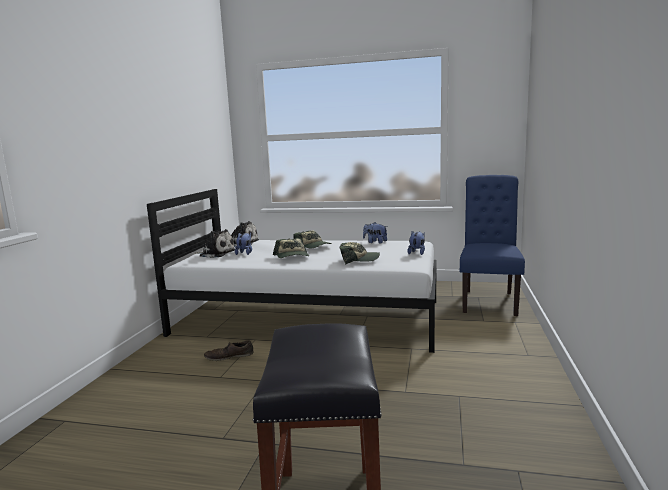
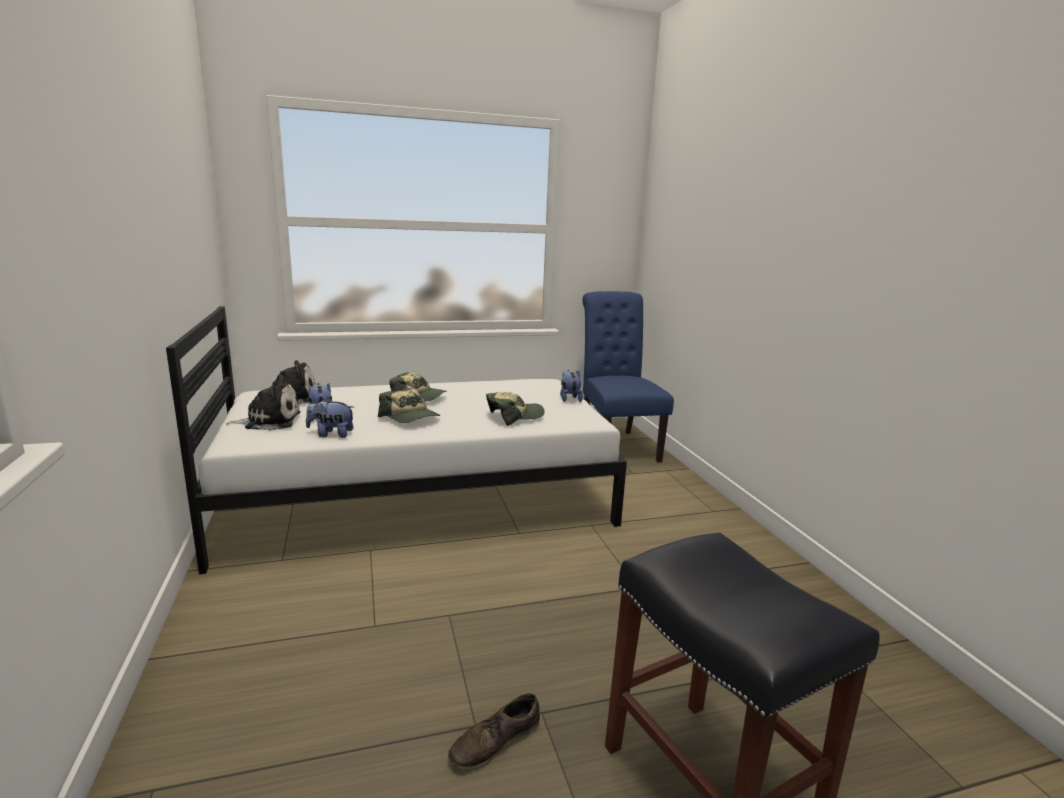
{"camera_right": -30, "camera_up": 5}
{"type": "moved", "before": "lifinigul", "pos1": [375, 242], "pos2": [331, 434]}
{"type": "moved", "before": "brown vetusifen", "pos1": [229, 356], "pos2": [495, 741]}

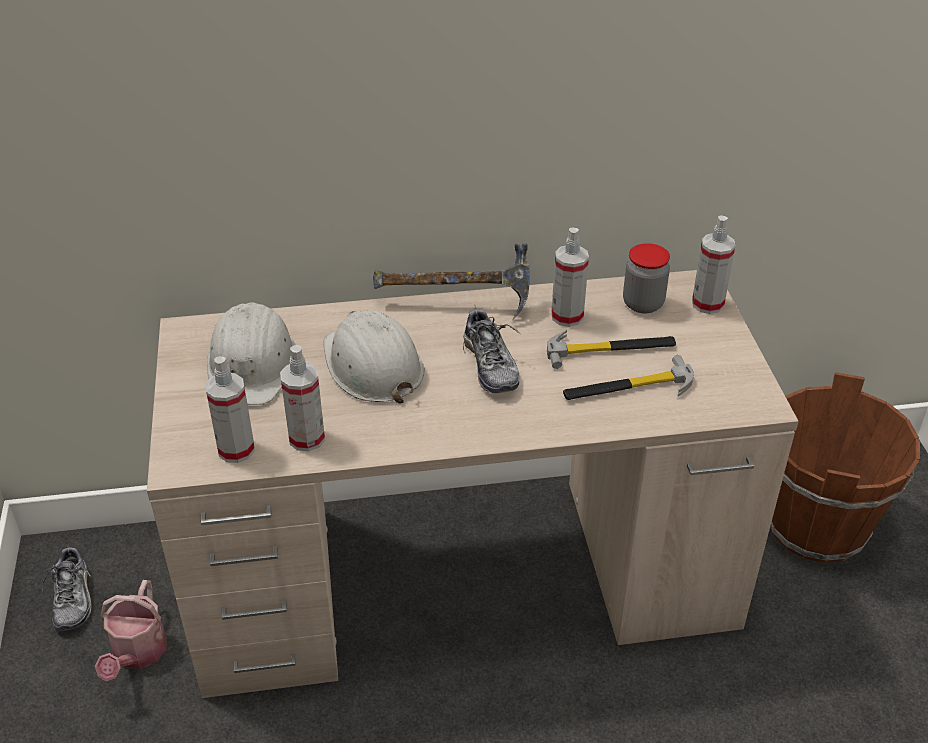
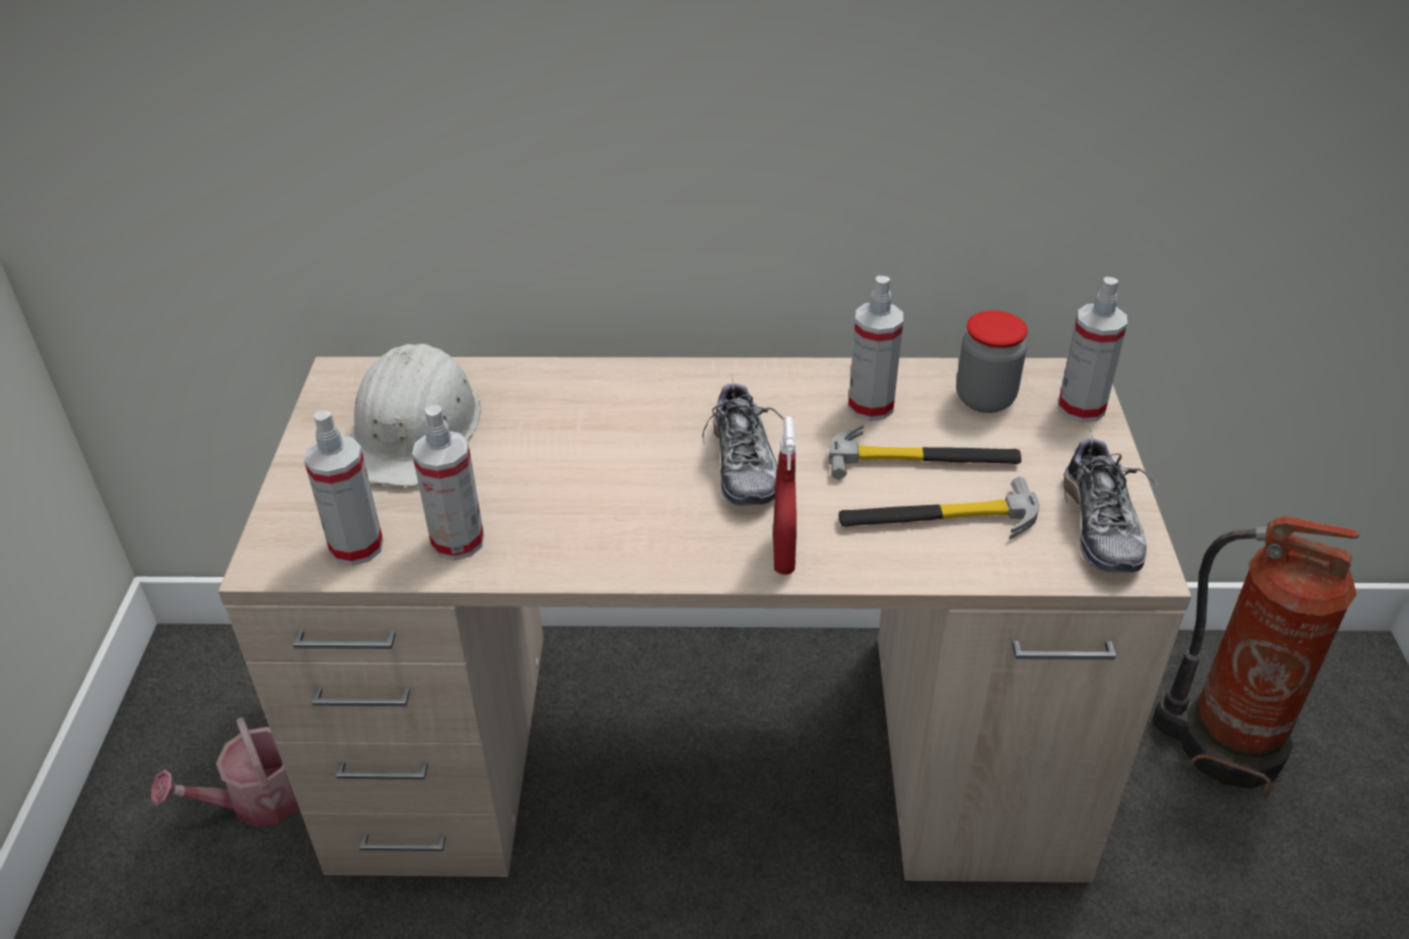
{"camera_right": 10, "camera_up": 0}
{"type": "removed", "before": "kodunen", "pos1": [457, 306]}
{"type": "removed", "before": "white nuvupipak", "pos1": [372, 366]}
{"type": "replaced", "before": "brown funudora", "after": "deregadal", "pos1": [817, 526], "pos2": [1224, 743]}
{"type": "moved", "before": "vetusifen", "pos1": [73, 598], "pos2": [1100, 526]}
{"type": "turned", "before": "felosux", "pos1": [137, 654], "pos2": [257, 801], "turn": 45}
{"type": "added", "after": "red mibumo", "pos2": [783, 555]}

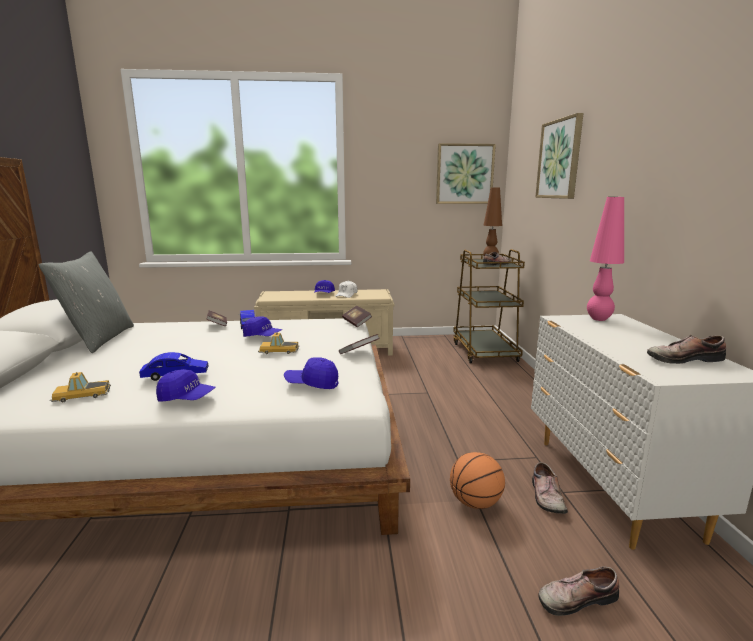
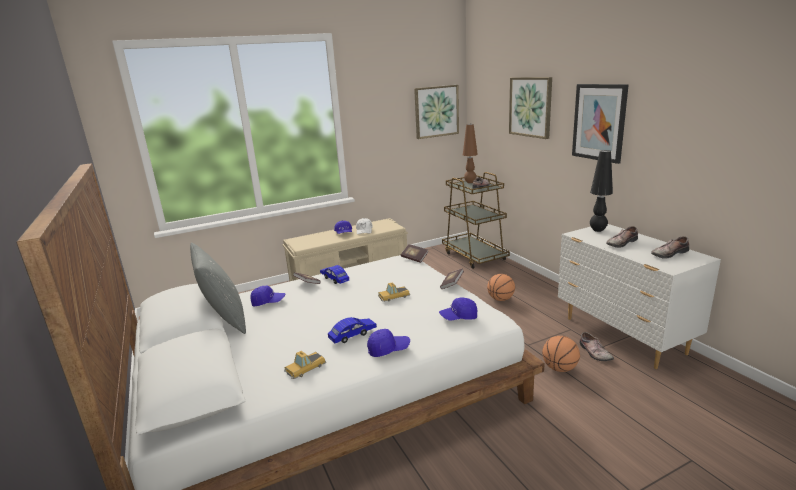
{"camera_right": -20, "camera_up": 5}
{"type": "recoloured", "before": "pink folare", "after": "black folare", "pos1": [599, 319], "pos2": [598, 230]}
{"type": "moved", "before": "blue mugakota", "pos1": [262, 336], "pos2": [268, 302]}
{"type": "moved", "before": "vetusifen", "pos1": [575, 597], "pos2": [620, 243]}
{"type": "added", "after": "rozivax", "pos2": [599, 122]}
{"type": "added", "after": "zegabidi", "pos2": [500, 299]}

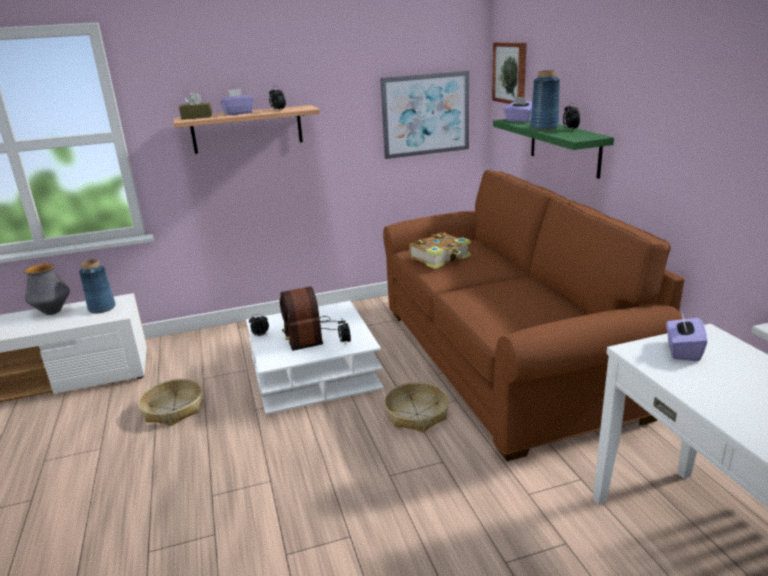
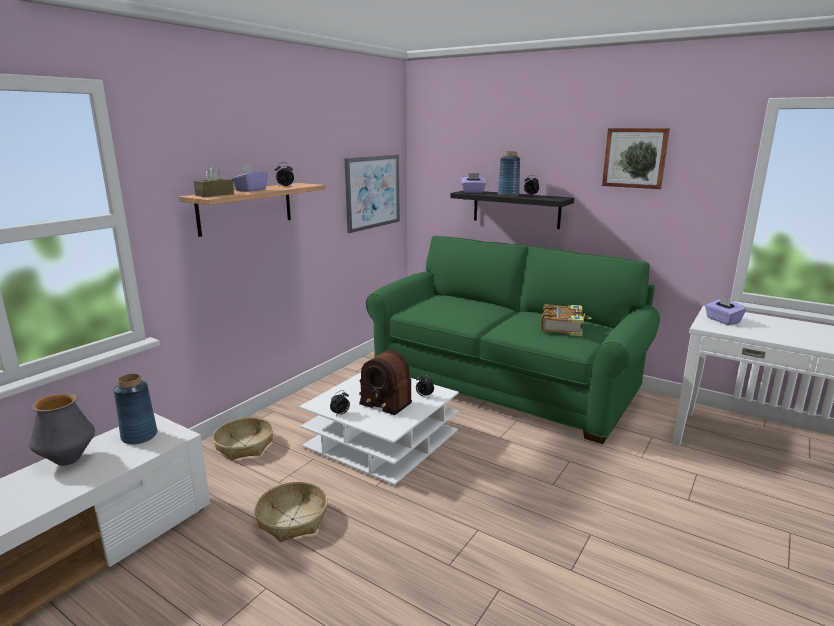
{"camera_right": -40, "camera_up": -5}
{"type": "moved", "before": "rozivax", "pos1": [510, 73], "pos2": [635, 158]}
{"type": "recoloured", "before": "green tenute", "after": "black tenute", "pos1": [564, 146], "pos2": [516, 209]}
{"type": "recoloured", "before": "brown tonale", "after": "green tonale", "pos1": [502, 359], "pos2": [504, 384]}
{"type": "moved", "before": "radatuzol", "pos1": [440, 258], "pos2": [562, 327]}
{"type": "moved", "before": "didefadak", "pos1": [416, 414], "pos2": [244, 445]}

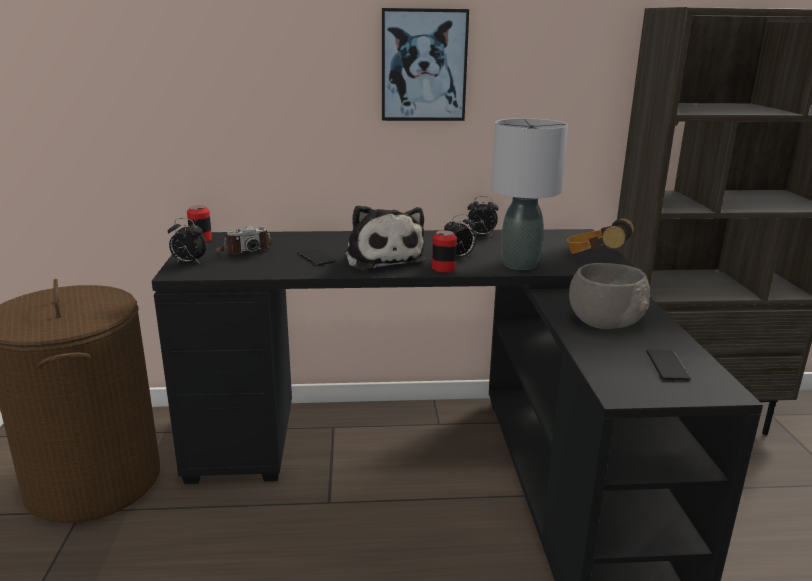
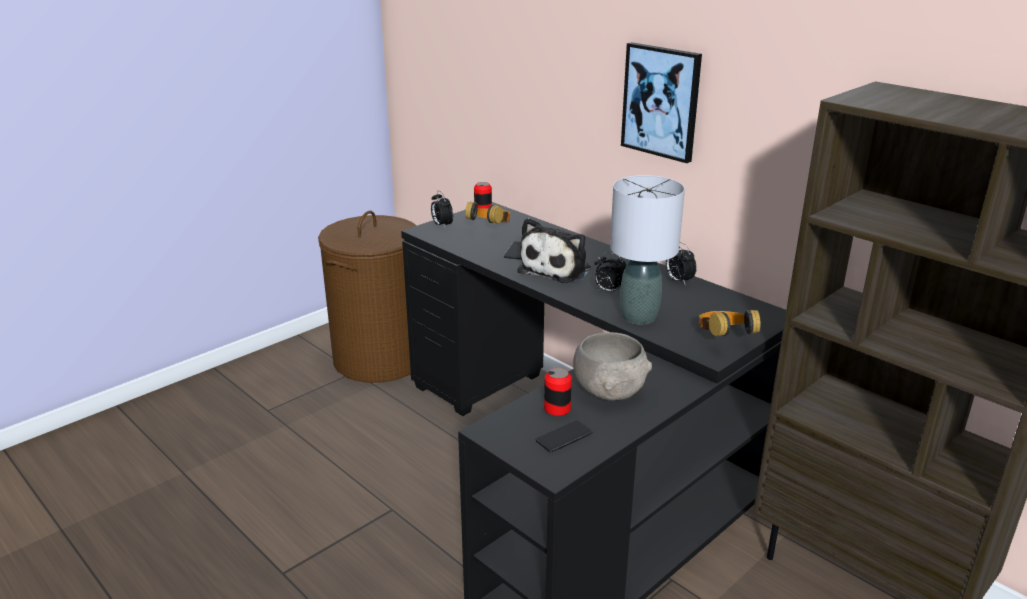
{"camera_right": 50, "camera_up": 5}
{"type": "replaced", "before": "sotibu", "after": "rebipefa", "pos1": [244, 250], "pos2": [490, 228]}
{"type": "moved", "before": "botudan", "pos1": [443, 269], "pos2": [557, 409]}

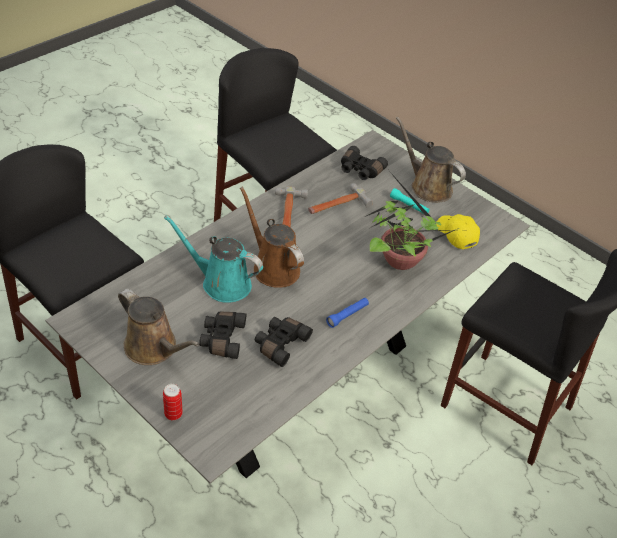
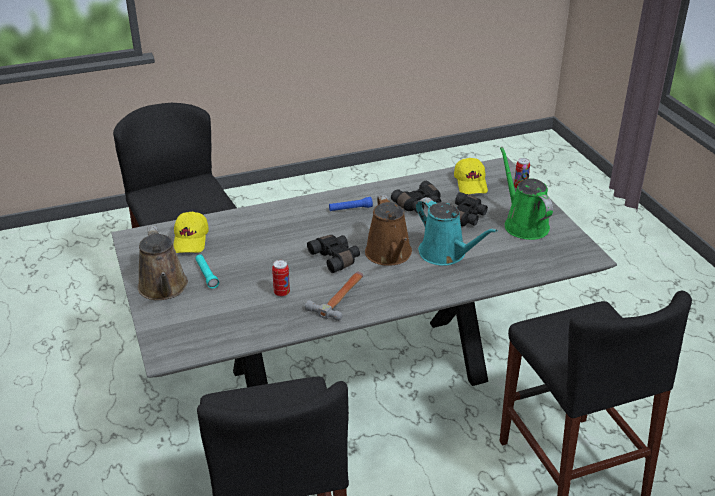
{"camera_right": -150, "camera_up": -10}
{"type": "moved", "before": "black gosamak", "pos1": [360, 170], "pos2": [336, 258]}
{"type": "removed", "before": "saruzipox", "pos1": [399, 259]}
{"type": "replaced", "before": "kodunen", "after": "botudan", "pos1": [337, 205], "pos2": [282, 293]}
{"type": "recoloured", "before": "brown felosux", "after": "green felosux", "pos1": [154, 348], "pos2": [523, 224]}
{"type": "added", "after": "yellow mugakota", "pos2": [471, 184]}

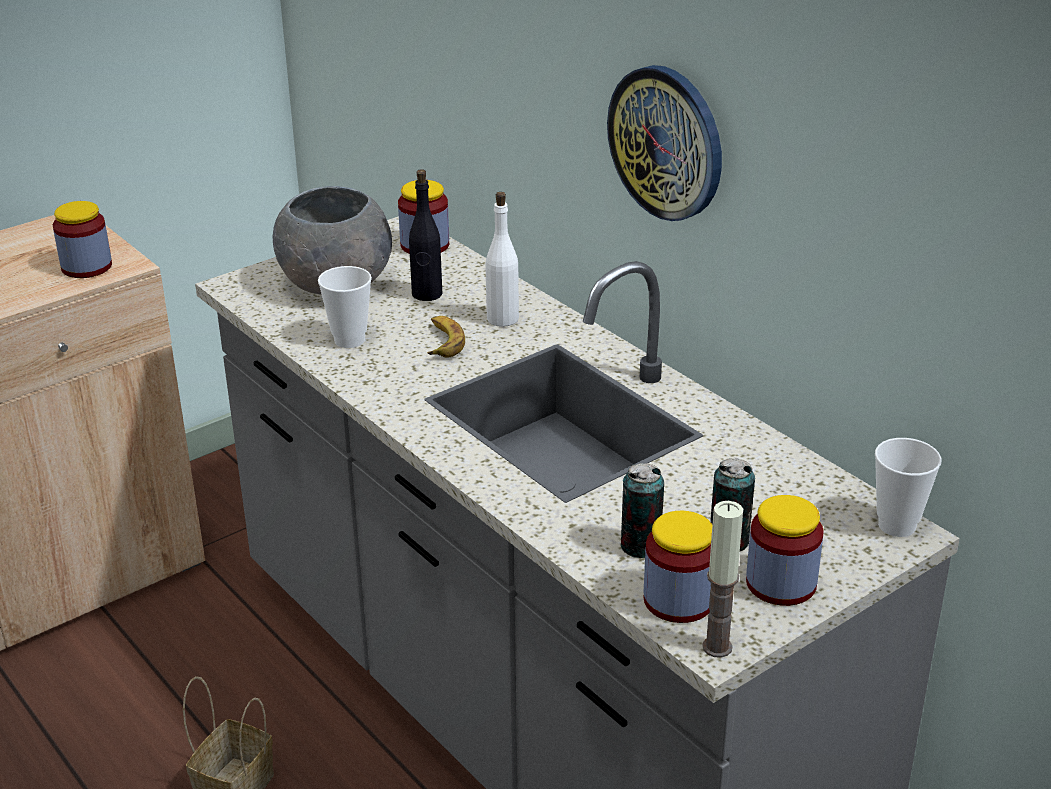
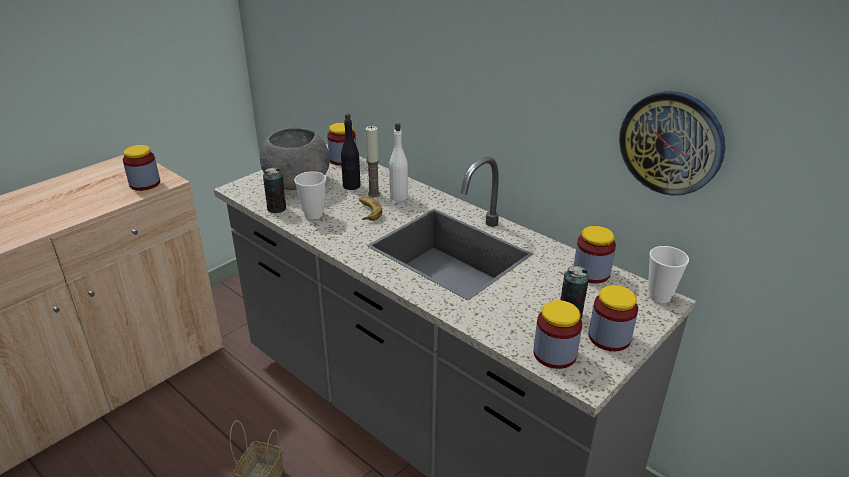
{"camera_right": -10, "camera_up": 0}
{"type": "moved", "before": "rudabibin", "pos1": [667, 142], "pos2": [671, 143]}
{"type": "moved", "before": "botudan", "pos1": [640, 546], "pos2": [276, 209]}
{"type": "moved", "before": "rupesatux", "pos1": [717, 647], "pos2": [374, 194]}
{"type": "added", "after": "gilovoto", "pos2": [591, 273]}

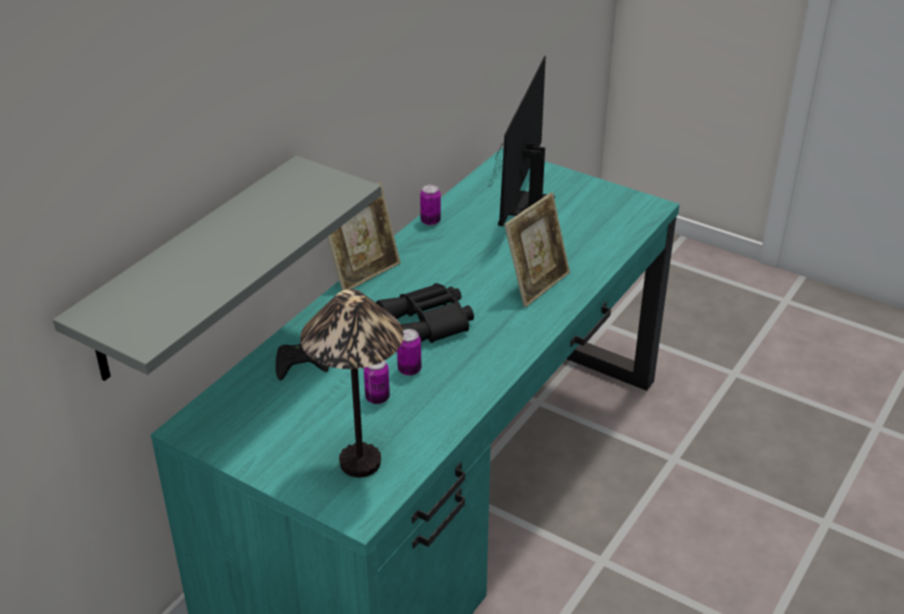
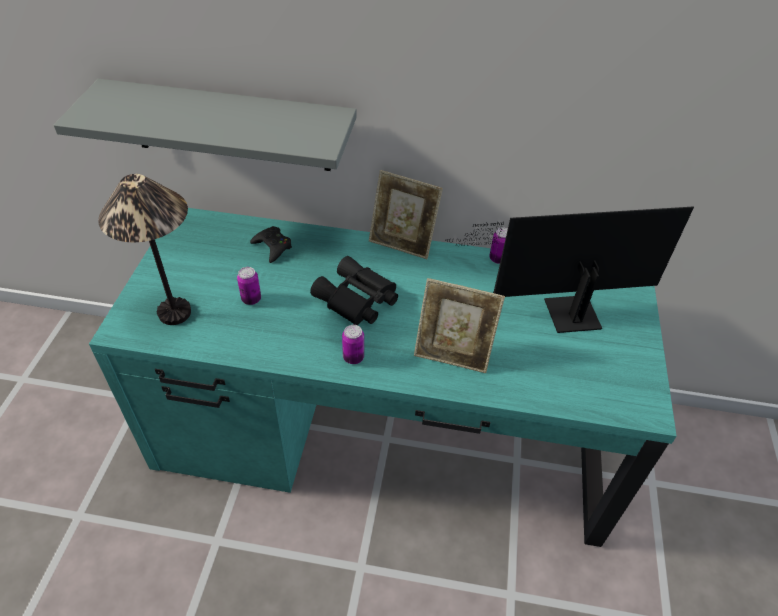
{"camera_right": 65, "camera_up": 10}
{"type": "moved", "before": "botudan", "pos1": [409, 370], "pos2": [353, 357]}

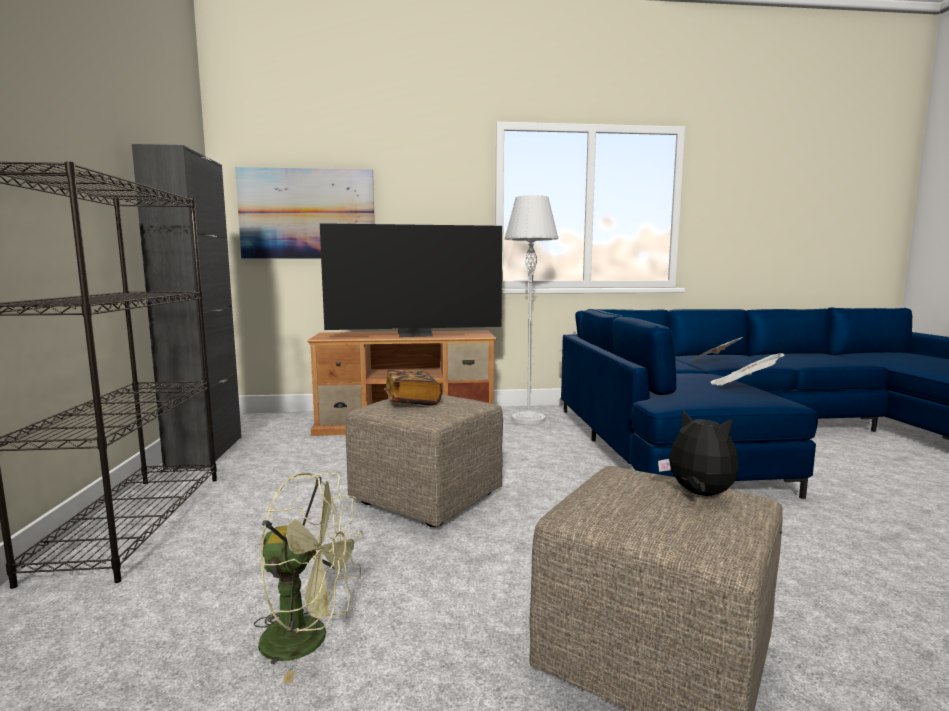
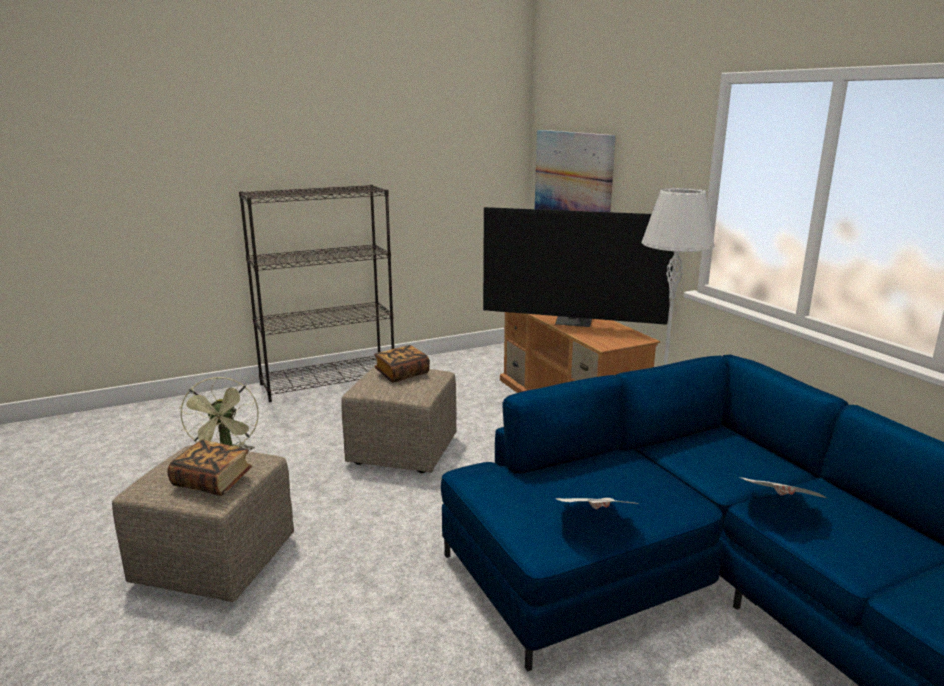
{"camera_right": 70, "camera_up": 10}
{"type": "removed", "before": "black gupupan", "pos1": [205, 452]}
{"type": "turned", "before": "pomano", "pos1": [415, 335], "pos2": [574, 322], "turn": -45}
{"type": "replaced", "before": "lifinigul", "after": "radatuzol", "pos1": [698, 494], "pos2": [212, 481]}

